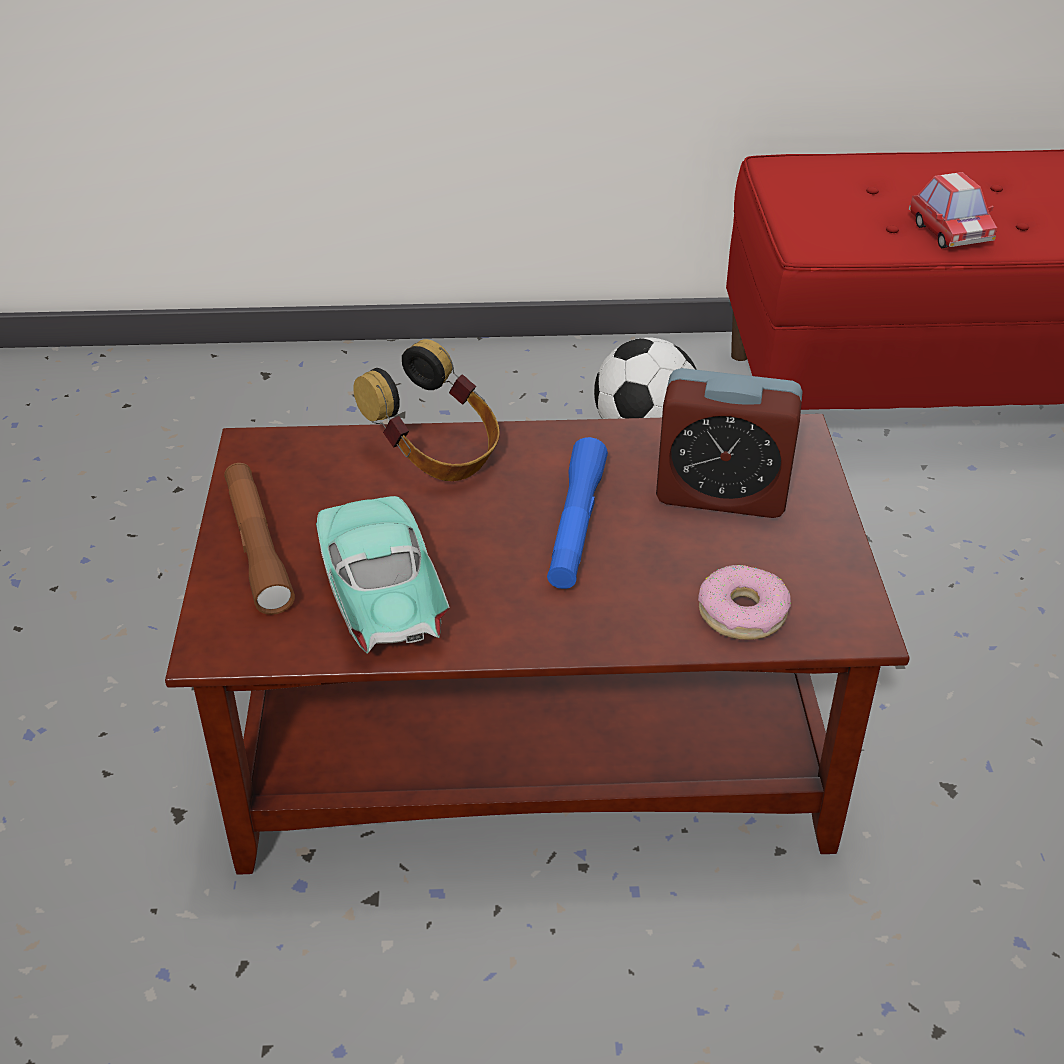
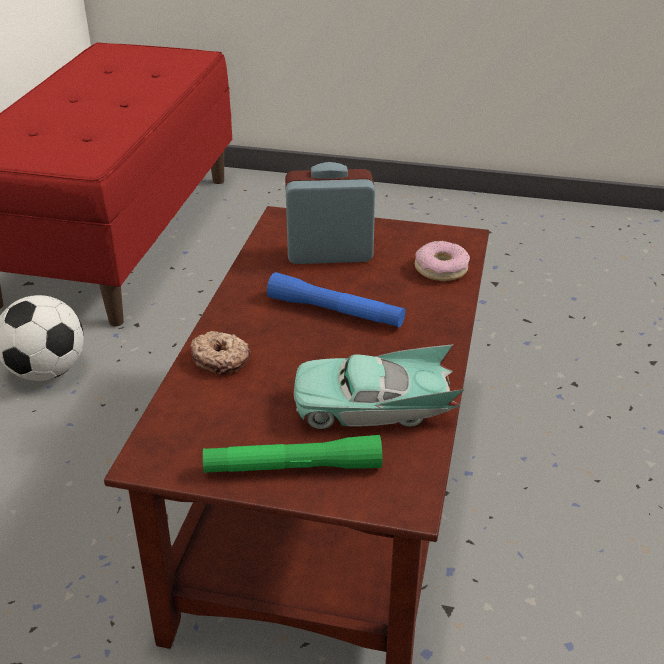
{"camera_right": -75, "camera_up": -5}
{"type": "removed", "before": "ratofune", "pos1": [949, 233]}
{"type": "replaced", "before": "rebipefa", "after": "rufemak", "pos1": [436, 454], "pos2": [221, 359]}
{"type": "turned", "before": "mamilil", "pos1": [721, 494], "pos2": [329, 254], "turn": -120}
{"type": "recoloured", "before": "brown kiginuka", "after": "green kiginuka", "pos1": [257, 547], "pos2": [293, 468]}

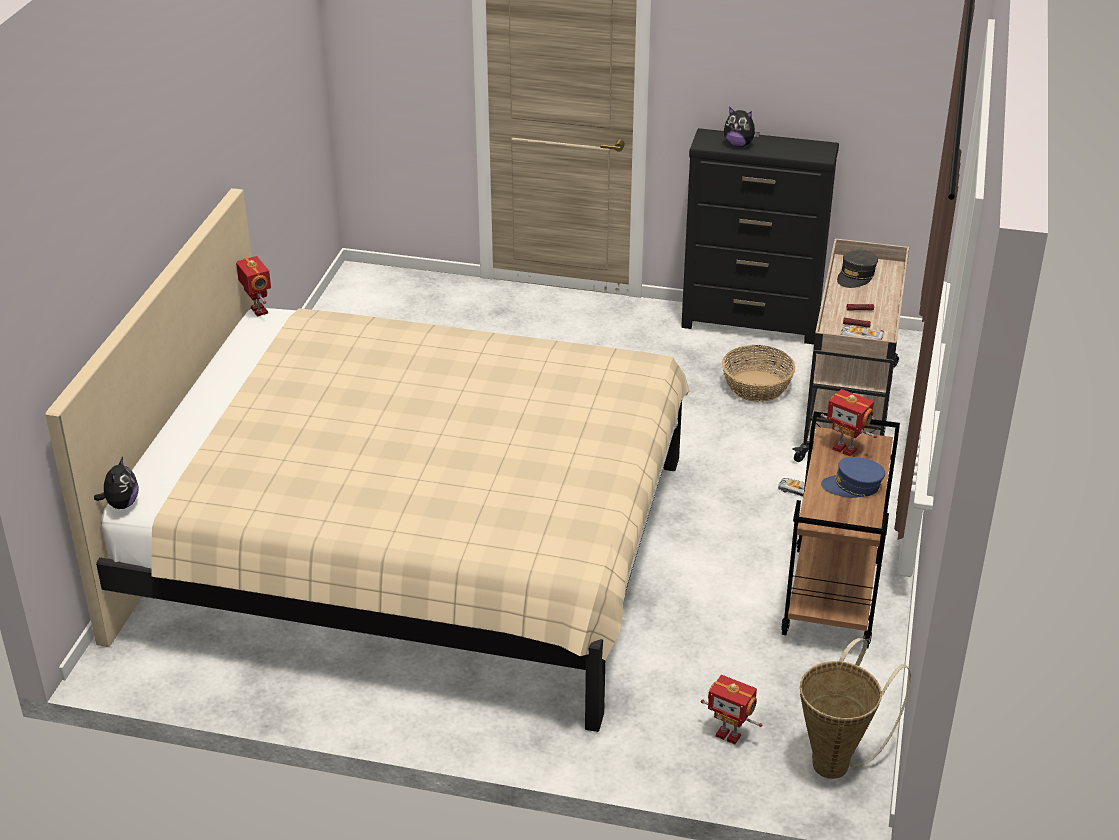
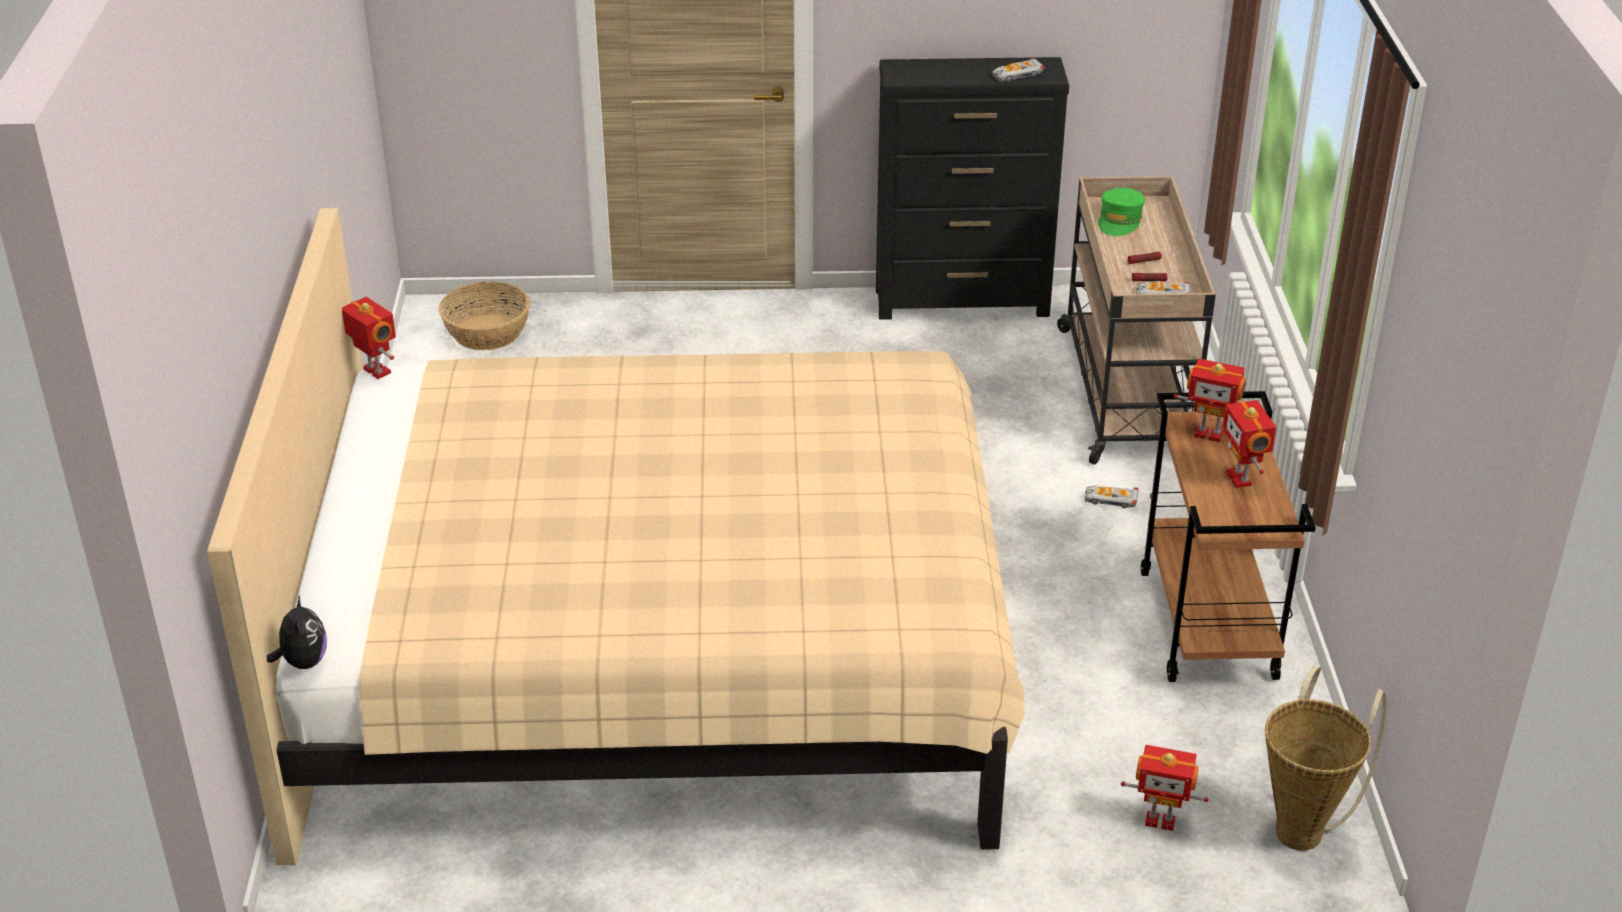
{"camera_right": -15, "camera_up": 0}
{"type": "removed", "before": "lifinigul", "pos1": [739, 144]}
{"type": "recoloured", "before": "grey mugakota", "after": "green mugakota", "pos1": [856, 276], "pos2": [1119, 221]}
{"type": "moved", "before": "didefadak", "pos1": [756, 386], "pos2": [487, 332]}
{"type": "replaced", "before": "blue mugakota", "after": "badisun", "pos1": [853, 486], "pos2": [1240, 478]}
{"type": "added", "after": "ratofune", "pos2": [1017, 75]}

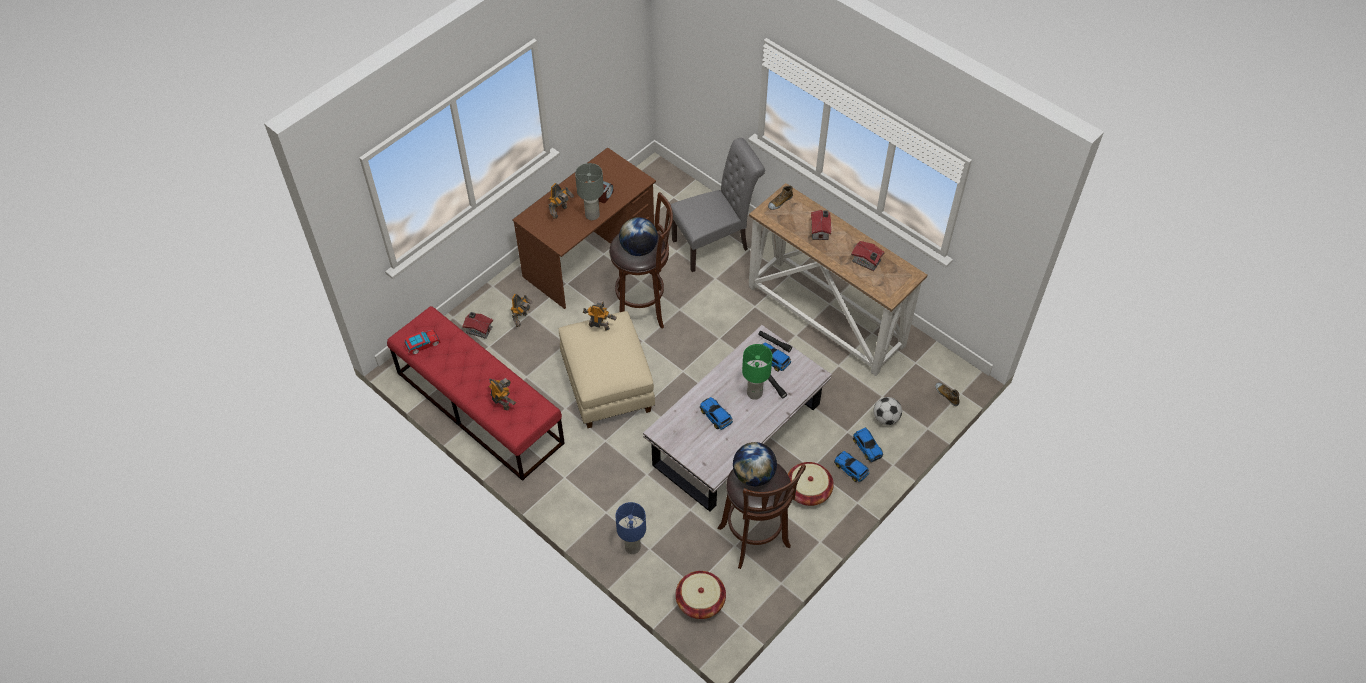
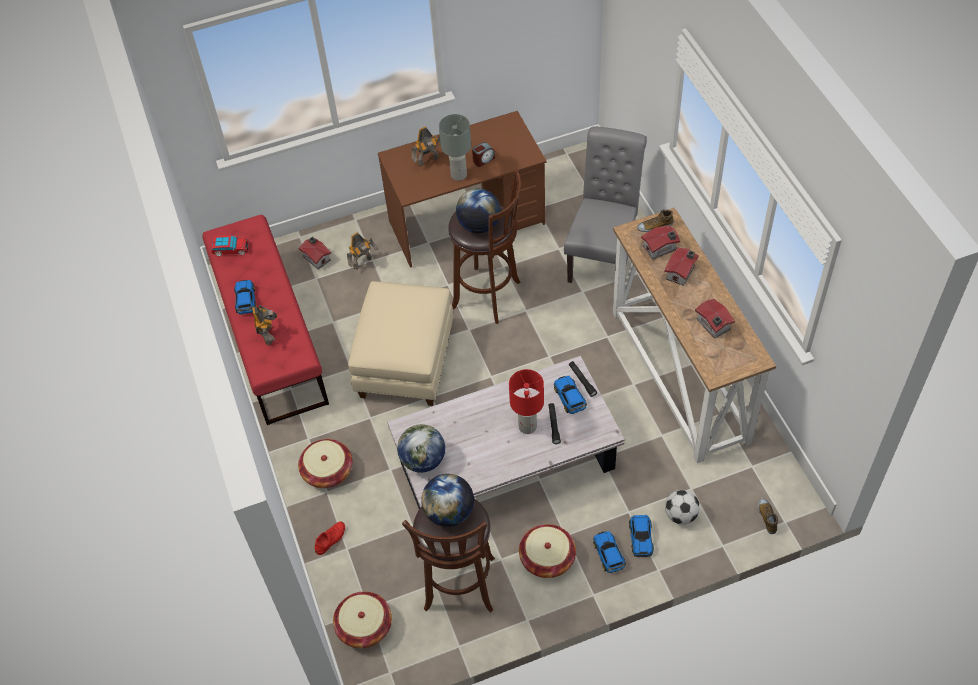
{"camera_right": 30, "camera_up": 0}
{"type": "turned", "before": "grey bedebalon", "pos1": [715, 244], "pos2": [603, 255], "turn": -75}
{"type": "removed", "before": "badisun", "pos1": [599, 326]}
{"type": "recoloured", "before": "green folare", "after": "red folare", "pos1": [755, 393], "pos2": [528, 427]}
{"type": "moved", "before": "ratofune", "pos1": [716, 416], "pos2": [245, 301]}
{"type": "replaced", "before": "blue folare", "after": "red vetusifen", "pos1": [632, 547], "pos2": [330, 539]}
{"type": "added", "after": "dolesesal", "pos2": [661, 248]}
{"type": "added", "after": "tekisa", "pos2": [423, 460]}
{"type": "added", "after": "didefadak", "pos2": [327, 471]}

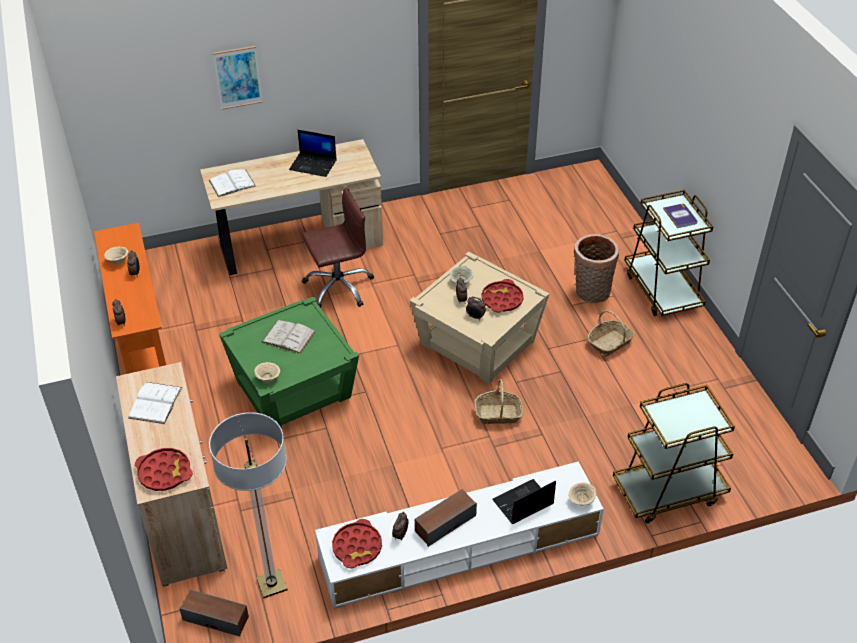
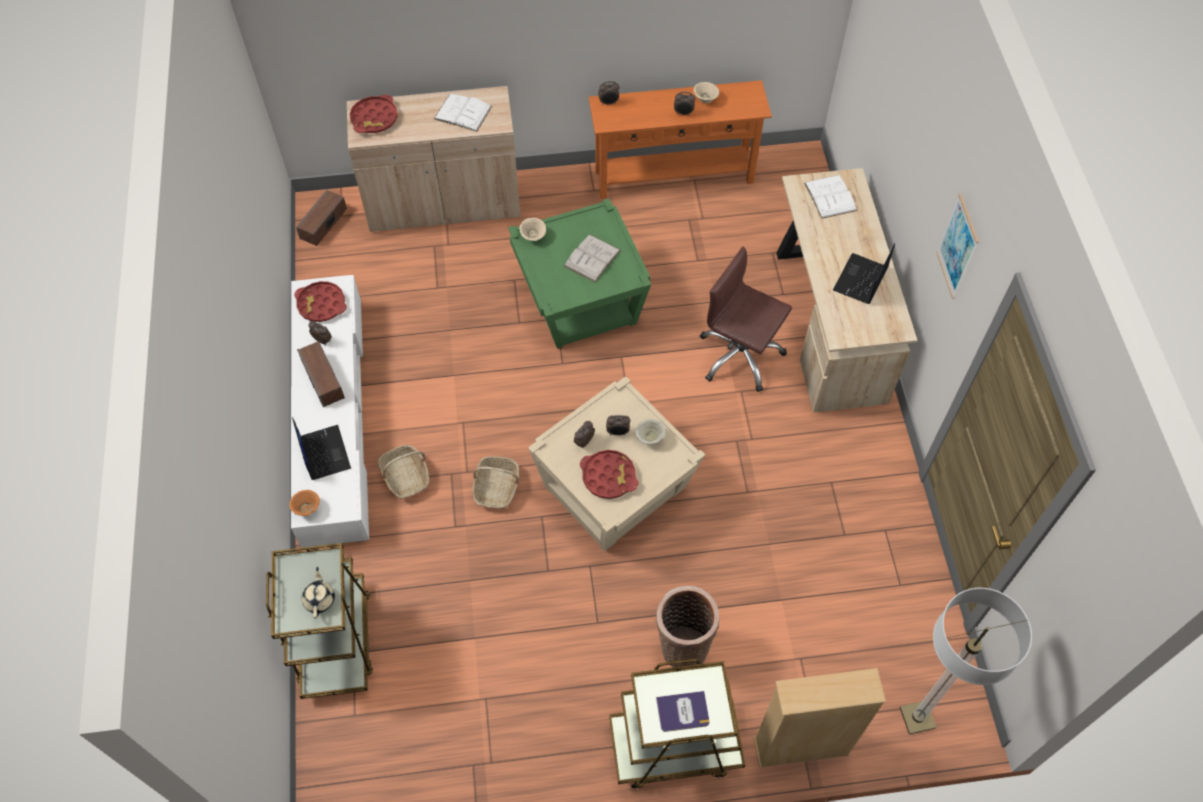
{"camera_right": 100, "camera_up": 15}
{"type": "moved", "before": "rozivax", "pos1": [238, 77], "pos2": [957, 247]}
{"type": "turned", "before": "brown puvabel", "pos1": [338, 287], "pos2": [739, 356], "turn": 135}
{"type": "moved", "before": "didefadak", "pos1": [610, 343], "pos2": [406, 477]}
{"type": "moved", "before": "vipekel", "pos1": [272, 584], "pos2": [917, 718]}
{"type": "recoloured", "before": "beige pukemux", "after": "orange pukemux", "pos1": [581, 501], "pos2": [307, 509]}
{"type": "added", "after": "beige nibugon", "pos2": [320, 599]}
{"type": "added", "after": "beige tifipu", "pos2": [801, 746]}

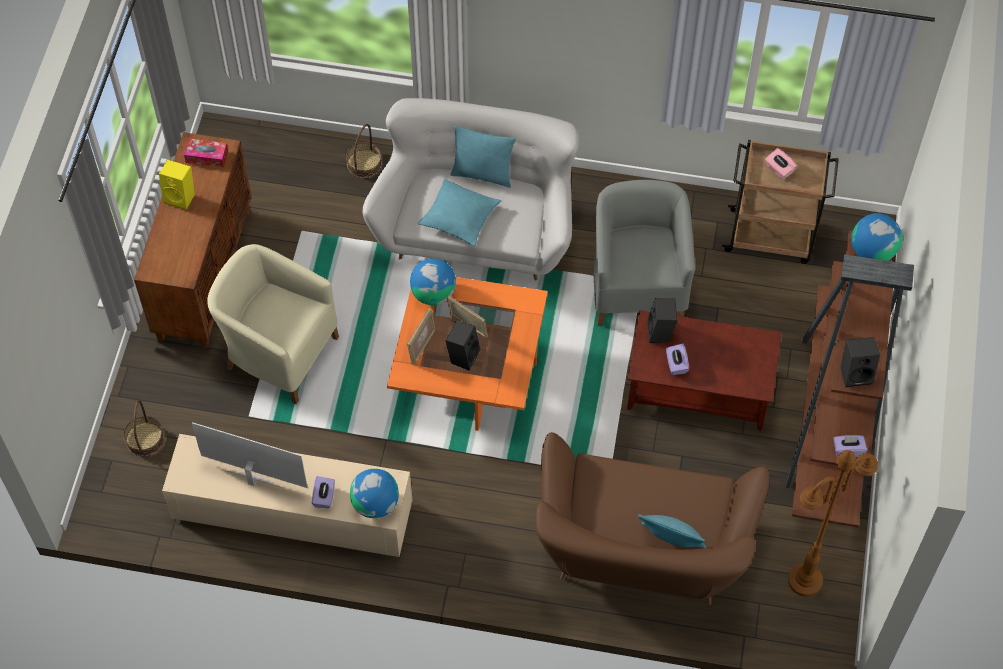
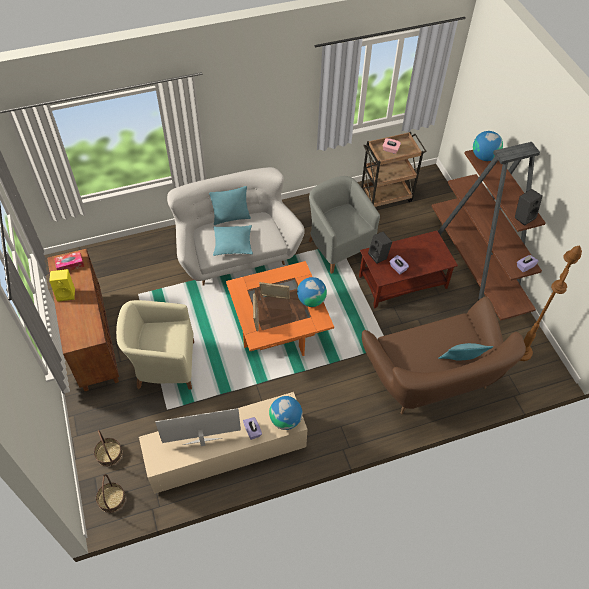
{"camera_right": -30, "camera_up": -5}
{"type": "moved", "before": "didefadak", "pos1": [364, 163], "pos2": [111, 499]}
{"type": "moved", "before": "tekisa", "pos1": [433, 293], "pos2": [311, 300]}
{"type": "removed", "before": "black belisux", "pos1": [463, 355]}

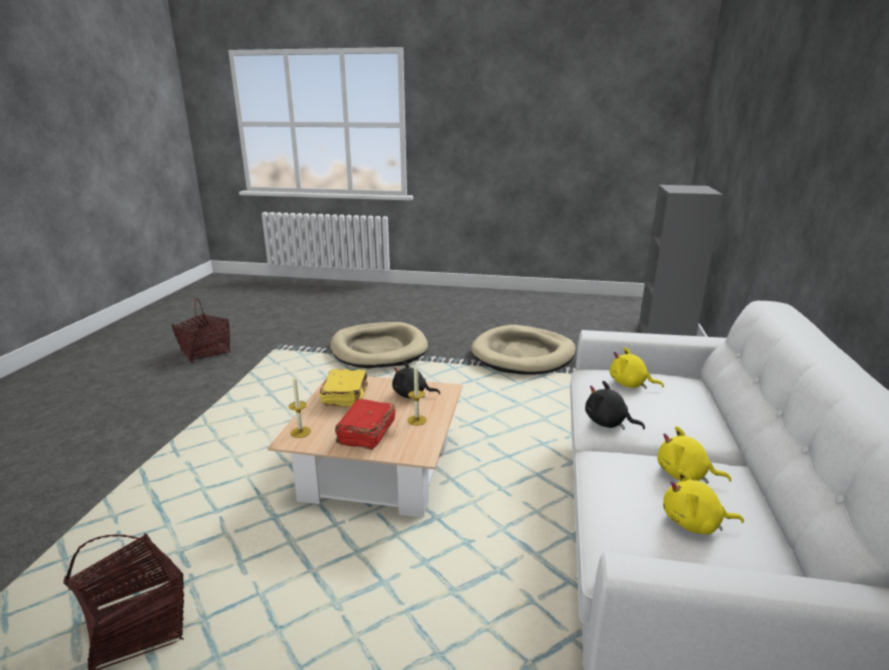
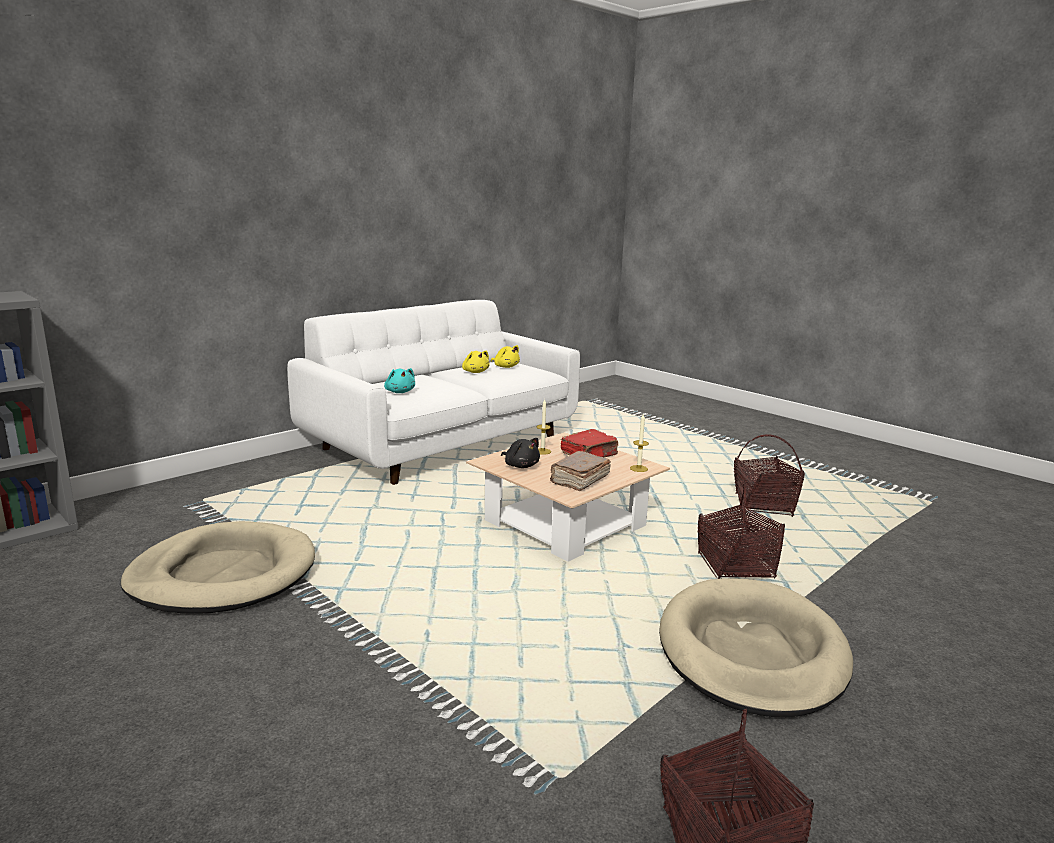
{"camera_right": -145, "camera_up": -5}
{"type": "moved", "before": "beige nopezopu", "pos1": [379, 349], "pos2": [751, 652]}
{"type": "recoloured", "before": "yellow lifinigul", "after": "turquoise lifinigul", "pos1": [630, 384], "pos2": [400, 392]}
{"type": "recoloured", "before": "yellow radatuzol", "after": "brown radatuzol", "pos1": [346, 396], "pos2": [579, 480]}
{"type": "removed", "before": "black lifinigul", "pos1": [608, 423]}
{"type": "added", "after": "didefadak", "pos2": [735, 566]}

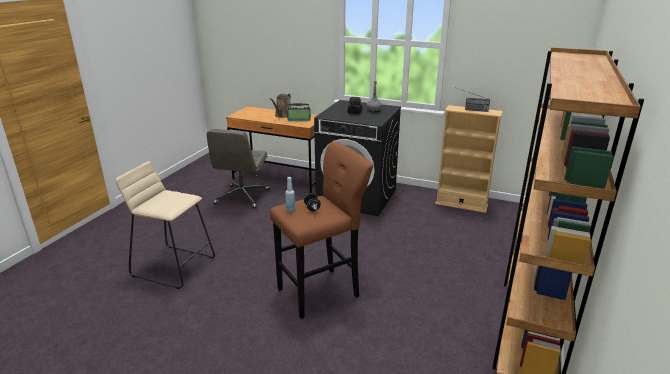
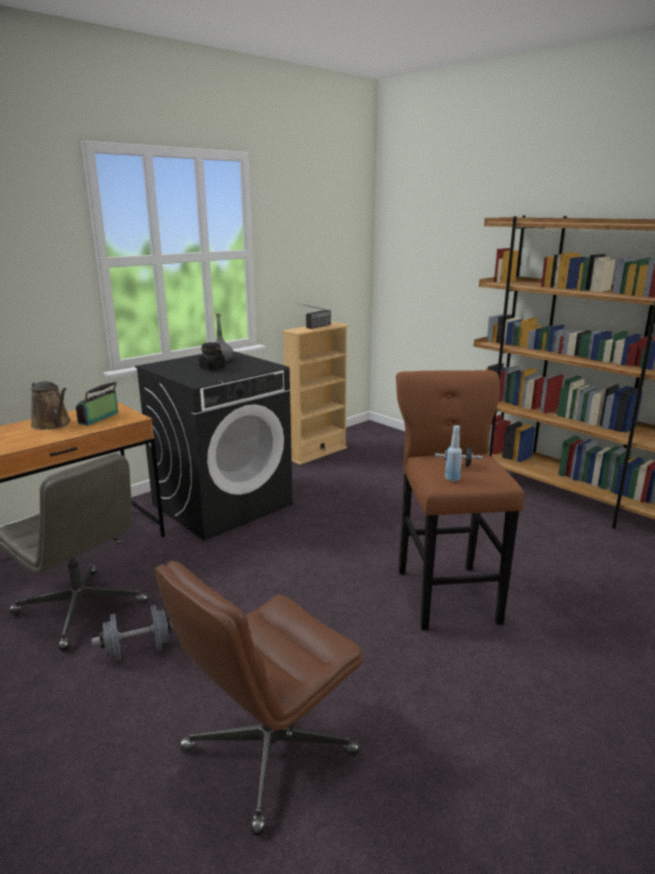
{"camera_right": -65, "camera_up": -5}
{"type": "replaced", "before": "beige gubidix", "after": "brown puvabel", "pos1": [174, 266], "pos2": [267, 753]}
{"type": "added", "after": "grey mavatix", "pos2": [138, 650]}

